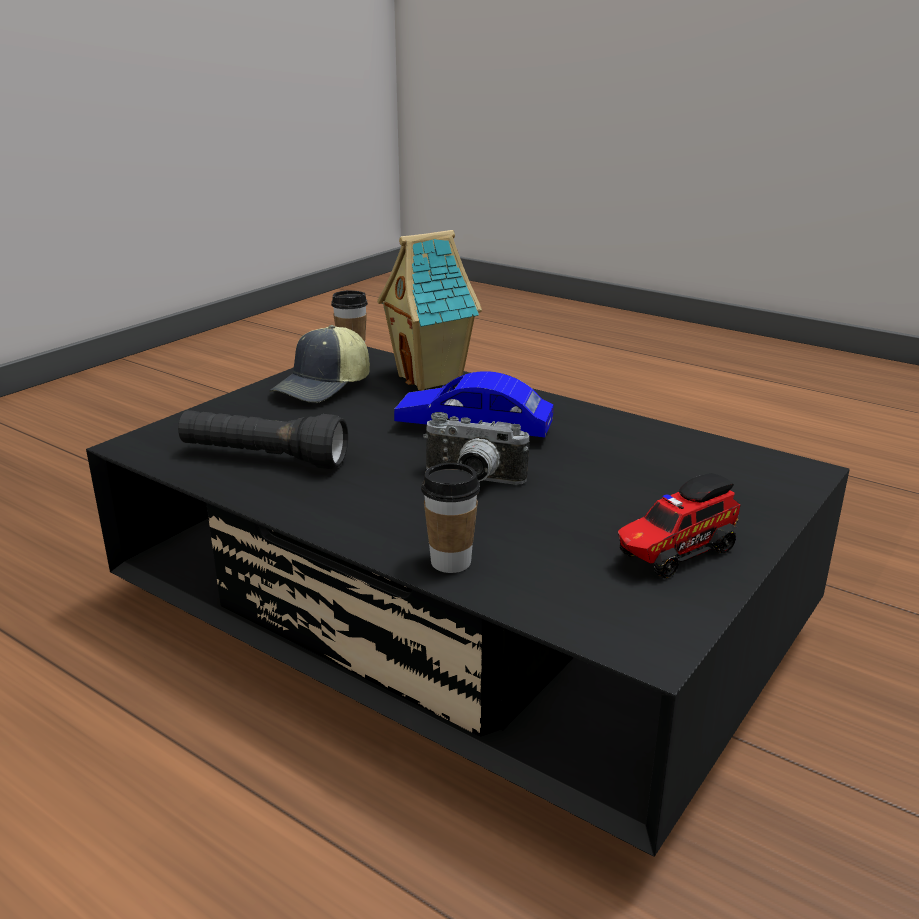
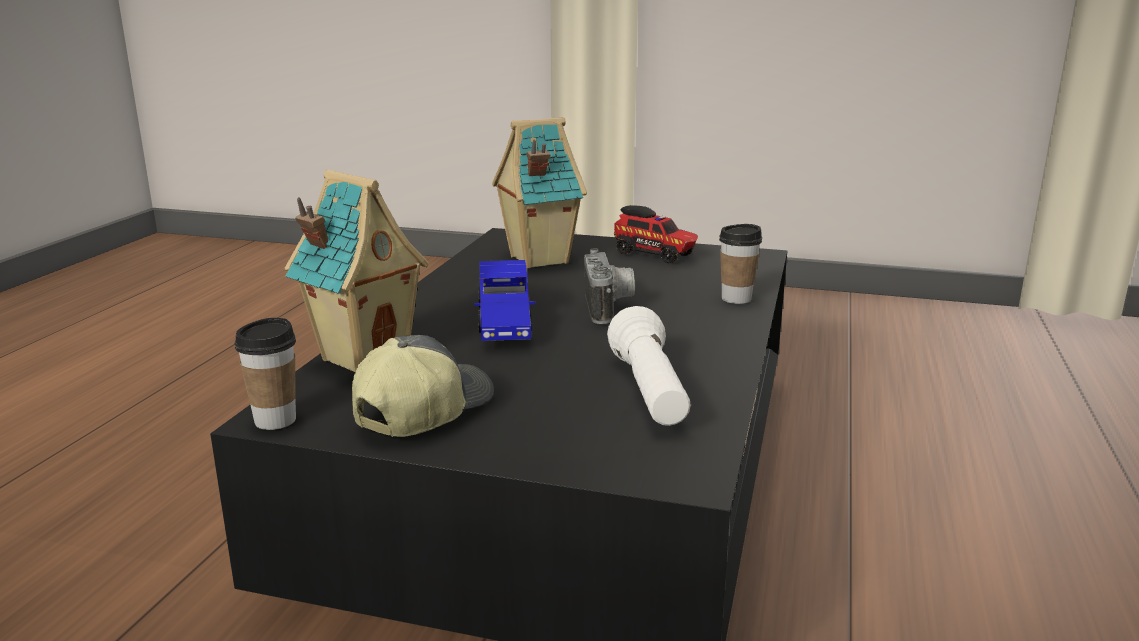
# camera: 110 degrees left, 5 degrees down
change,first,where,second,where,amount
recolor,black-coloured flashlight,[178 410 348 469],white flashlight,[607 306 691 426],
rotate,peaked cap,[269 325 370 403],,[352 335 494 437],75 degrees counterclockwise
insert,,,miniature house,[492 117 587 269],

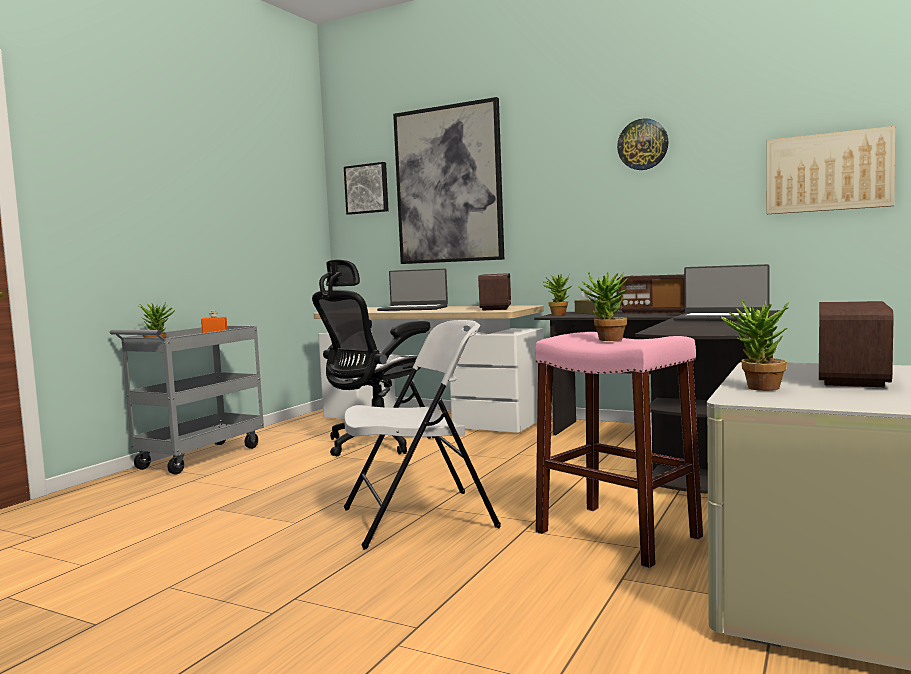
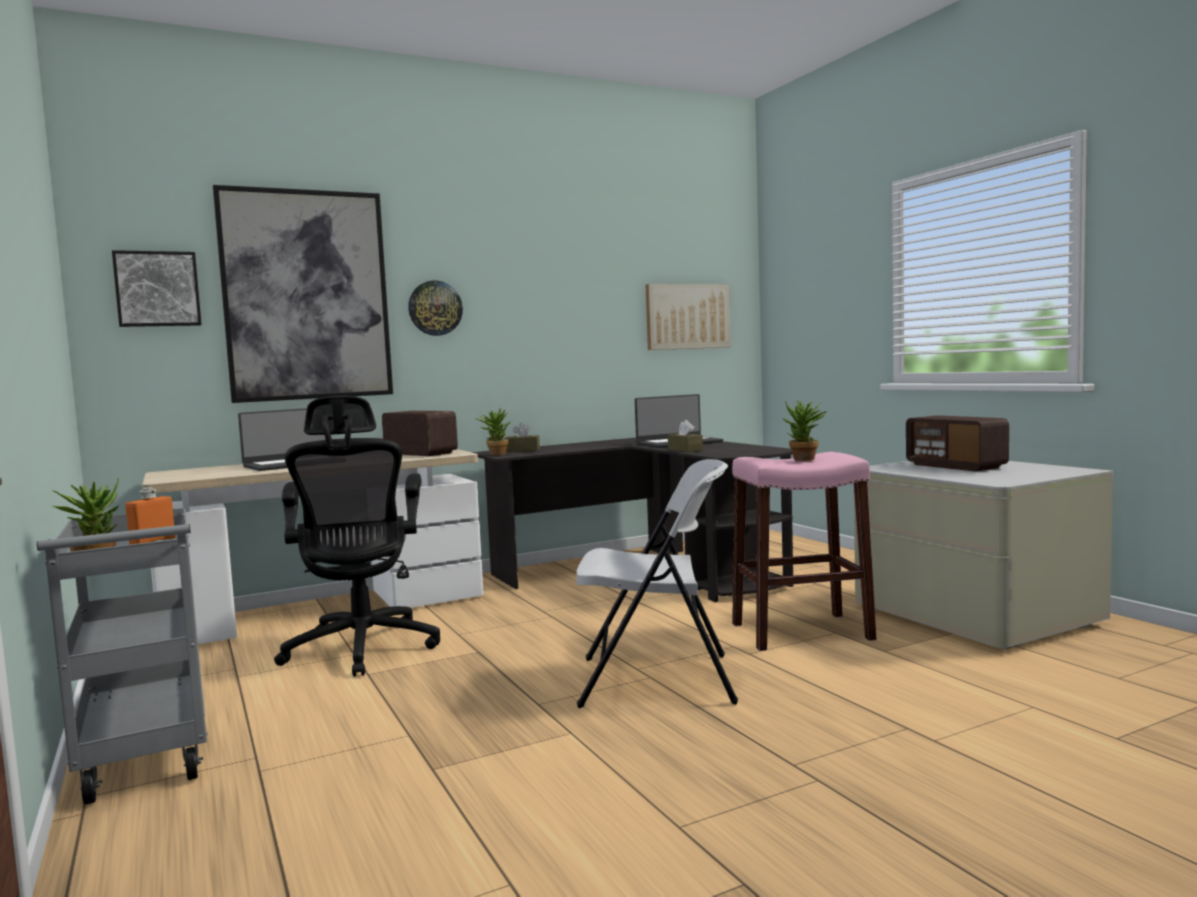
# camera: 55 degrees left, 0 degrees up
change,first,where,second,where,amount
rotate,white chair,[344 320 501 550],,[576 459 738 708],75 degrees clockwise
delete,radio receiver,[616 274 685 313],,,
move,wall clock,[617 118 668 170],,[408 281 463 336],
delete,plant in a pot,[720 300 789 391],,,
insert,,,brown-coloured tissue holder,[668 420 703 452],

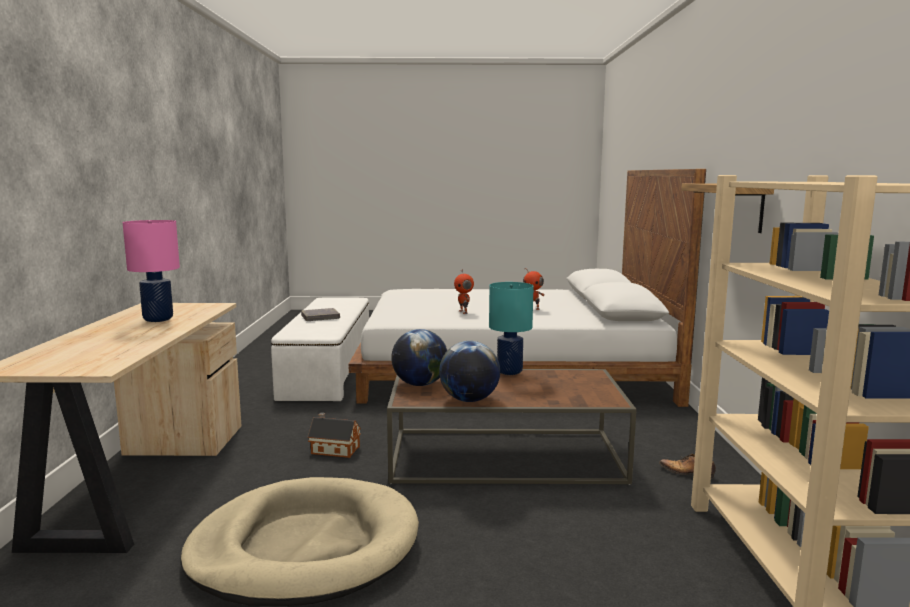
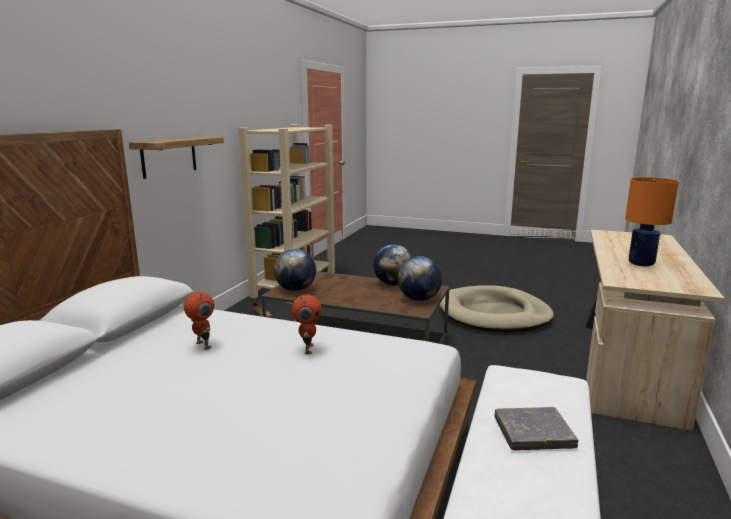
# camera: 160 degrees left, 5 degrees up
change,first,where,second,where,amount
recolor,pinkish table lamp,[123 220 180 322],orange table lamp,[625 177 679 267],
delete,miniature house,[308 413 361 458],,,
delete,turquoise table lamp,[489 282 534 375],,,
insert,,,globe,[274 249 316 291],

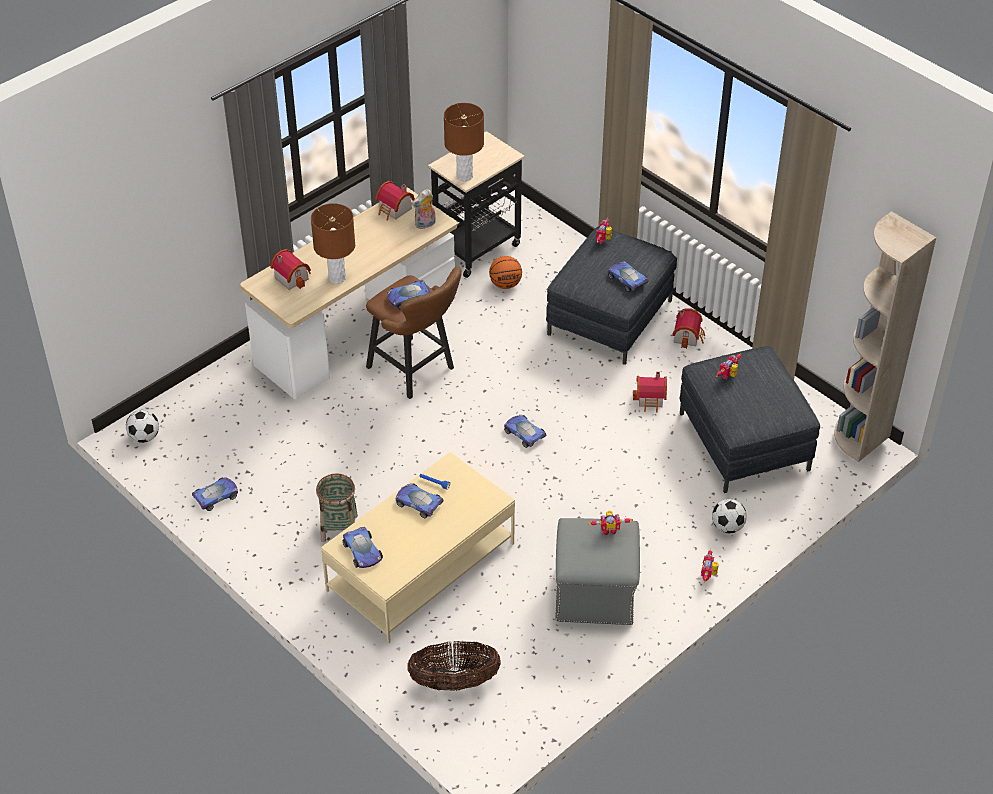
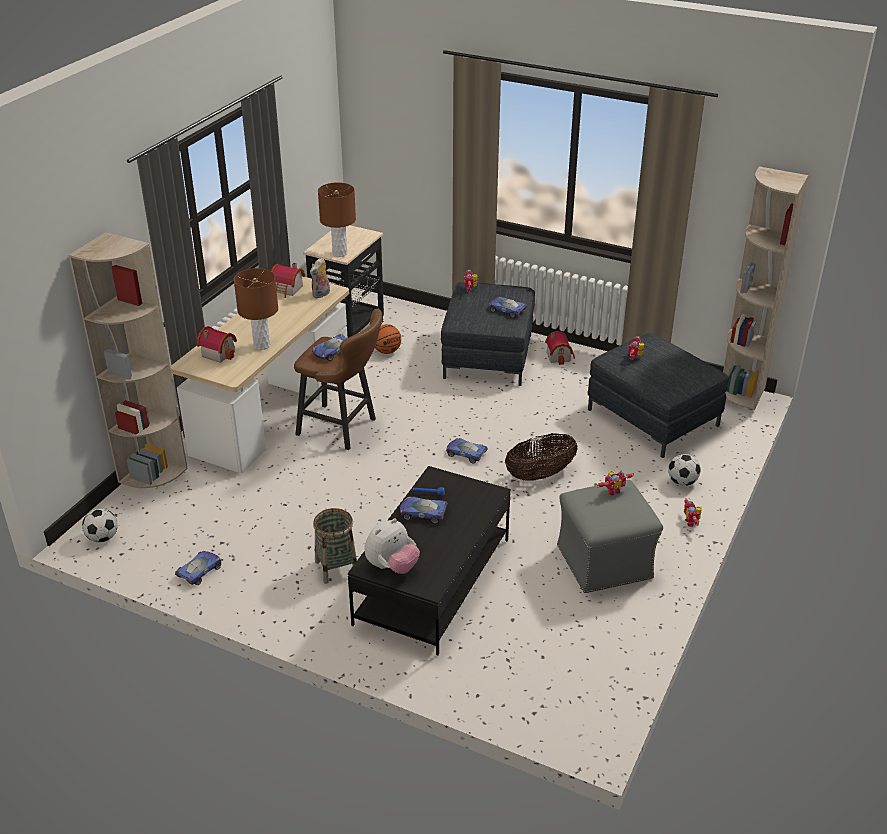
# camera: 20 degrees left, 10 degrees down
change,first,where,second,where,amount
recolor,beige-coloured low table,[321 452 515 643],black-coloured low table,[348 466 511 655],
replace,toy car,[343 527 383 568],soft toy,[365 518 420 574],
move,storage basket,[407 641 501 691],,[505 433 577 481],
delete,miniature house,[633 372 667 412],,,
insert,,,beige-coloured shelving unit,[69 232 188 489],

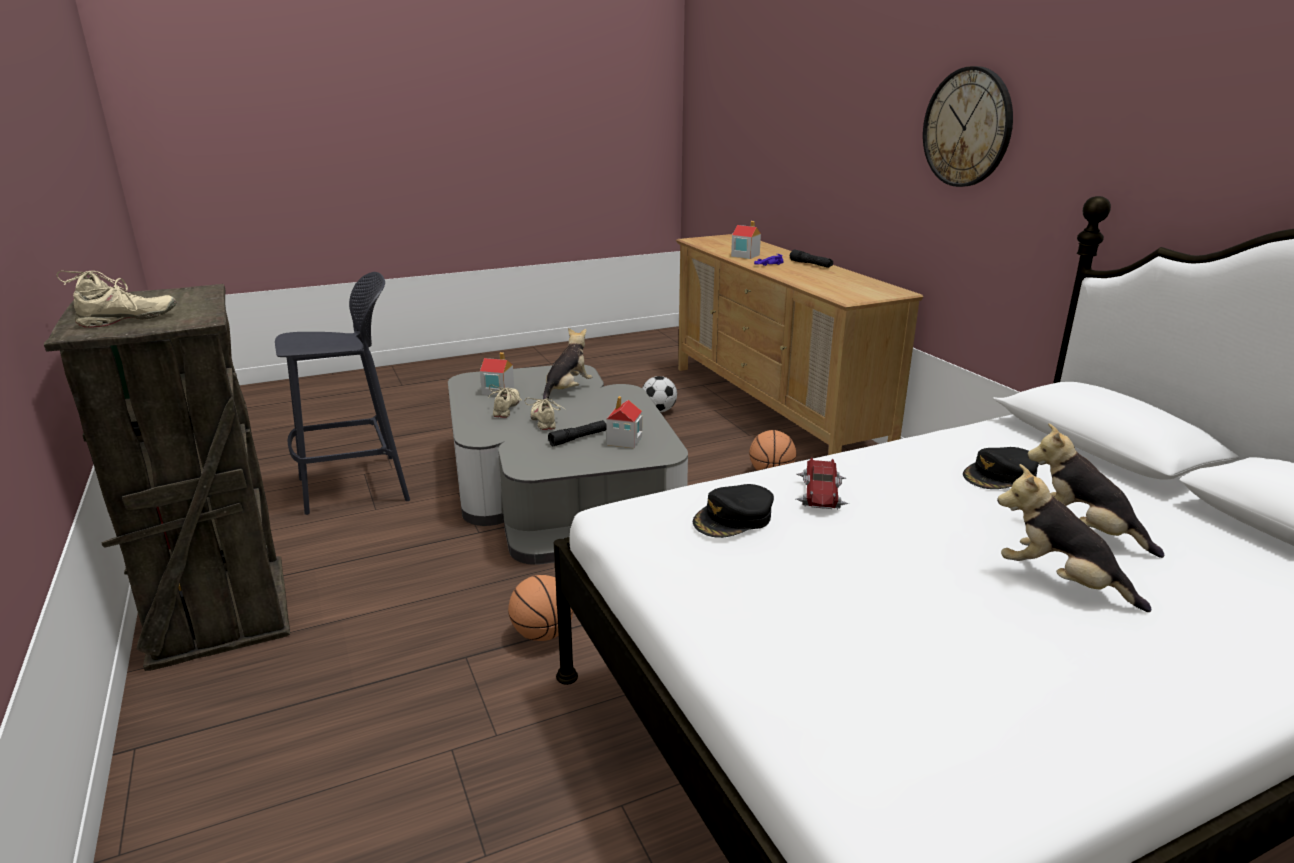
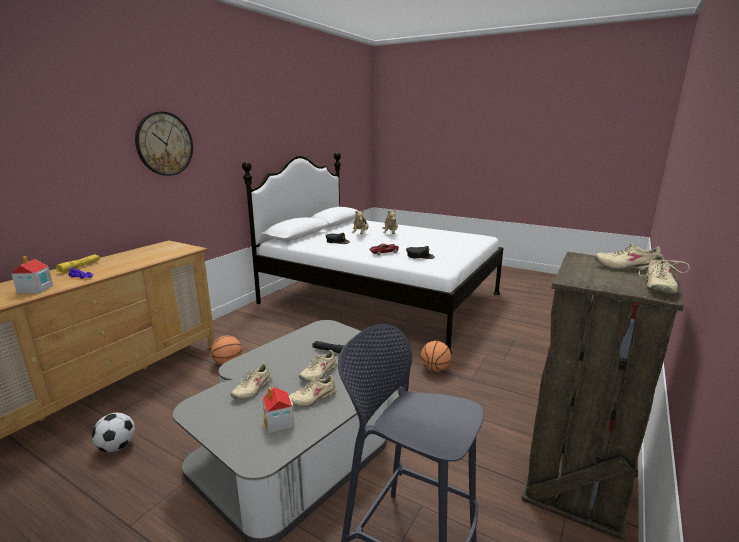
# camera: 125 degrees left, 5 degrees down
change,first,where,second,where,amount
replace,soft toy,[543 328 592 399],beige-coloured low shoe,[230 363 272 399],
delete,miniature house,[606 396 643 448],,,
recolor,black-coloured flashlight,[790 249 833 268],yellow-coloured flashlight,[56 254 100 274],

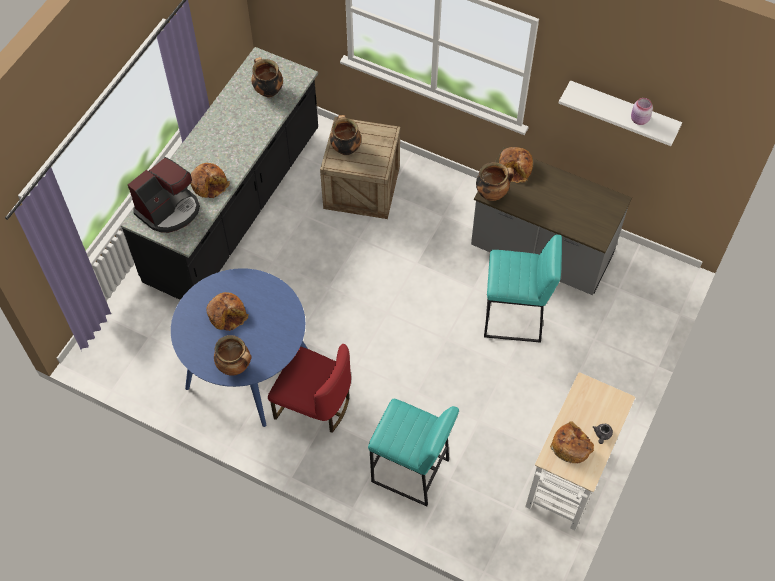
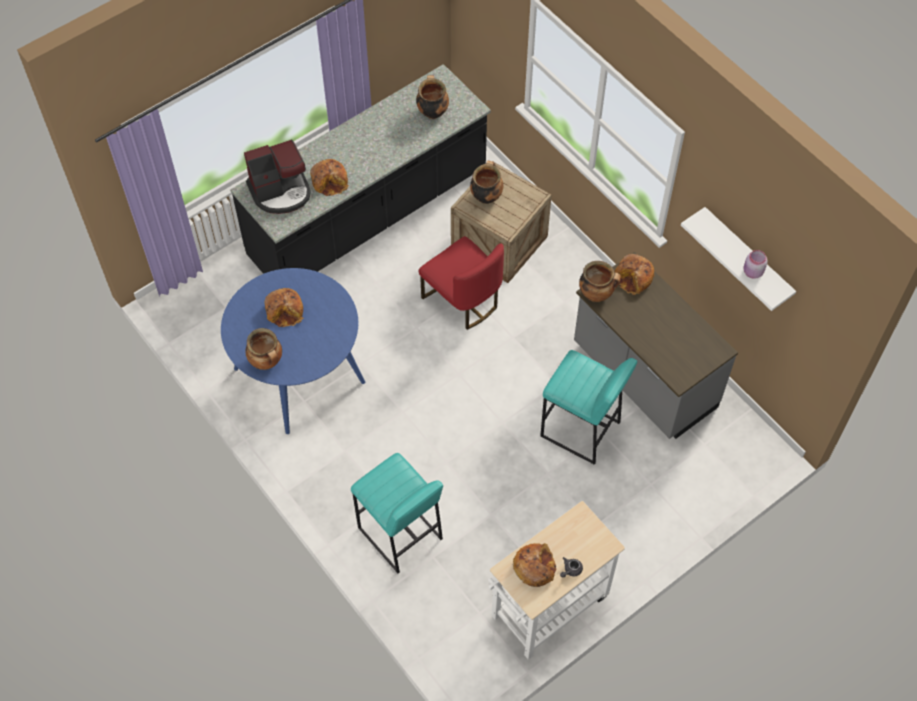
# camera: 25 degrees right, 0 degrees up
change,first,where,second,where,amount
move,reddish chair,[268 344 351 433],,[419 236 504 330],

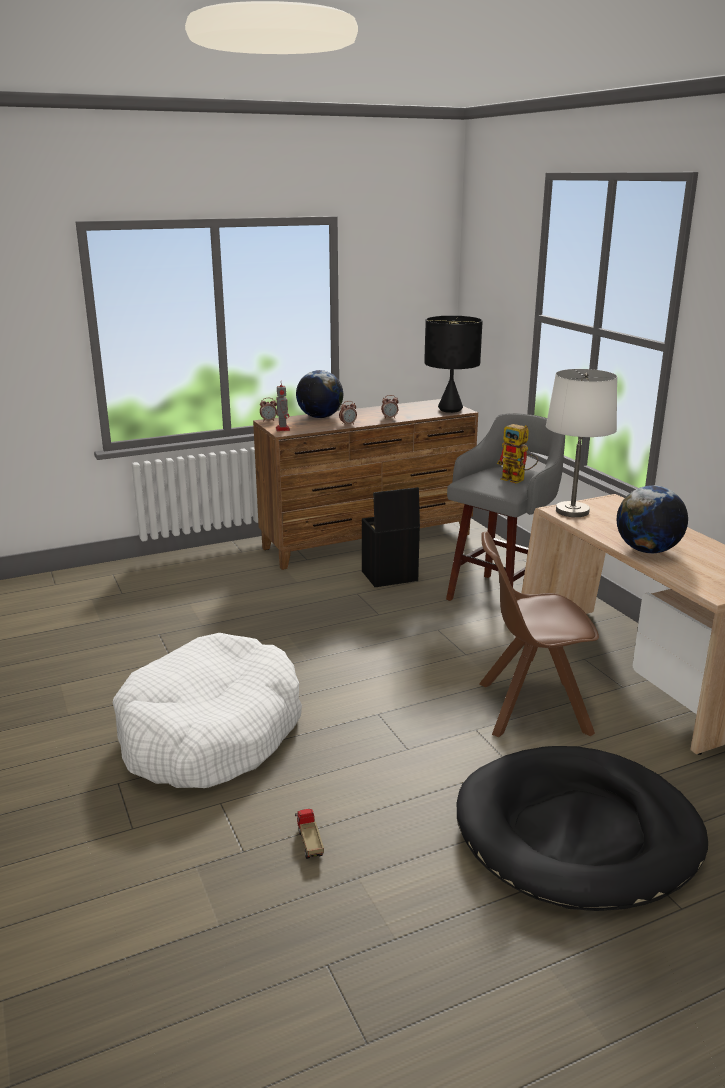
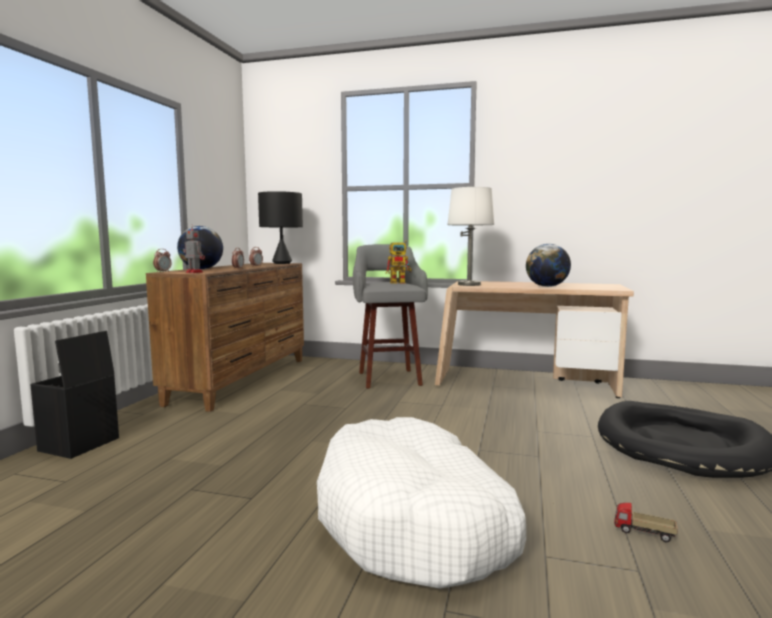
# camera: 50 degrees left, 15 degrees down
change,first,where,second,where,amount
move,black-coloured storage container,[362 487 420 587],,[30 331 119 459],
delete,brown-coloured chair,[479 531 599 737],,,

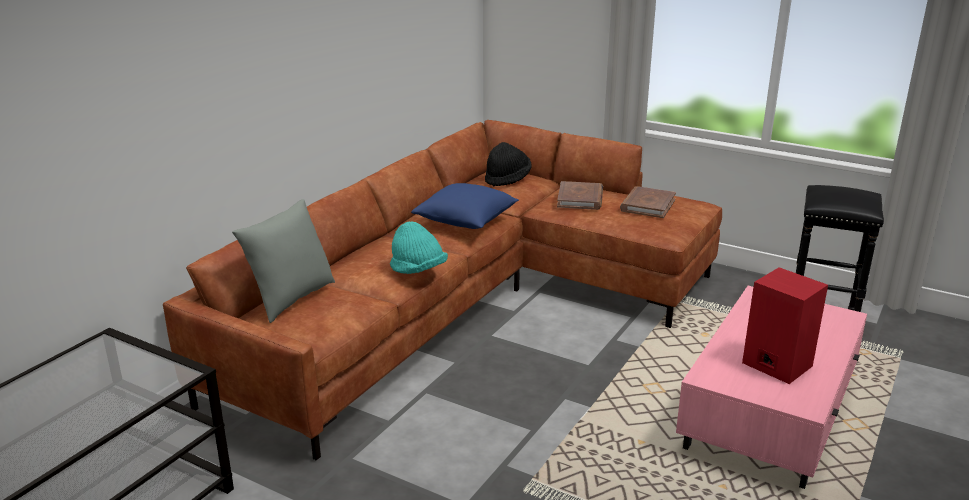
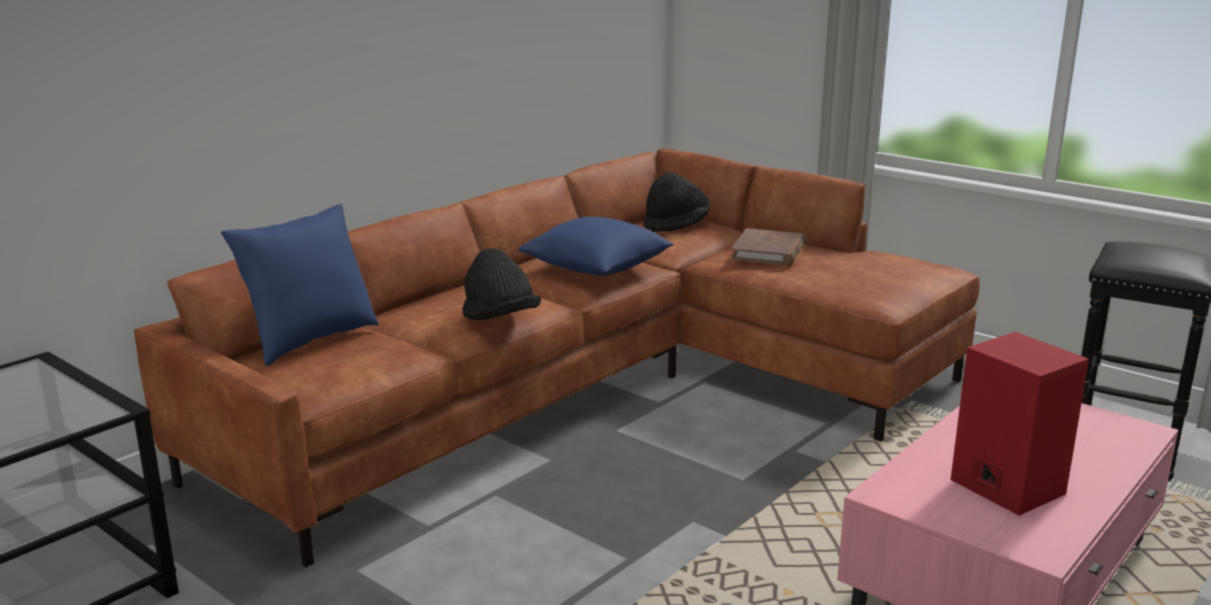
# camera: 10 degrees right, 5 degrees down
change,first,where,second,where,amount
recolor,grey throw pillow,[232 199 335 323],blue throw pillow,[221 204 379 366],
recolor,turquoise hat,[390 221 448 274],black-coloured hat,[462 248 541 320],
delete,brown-coloured bound book,[620 186 676 218],,,

